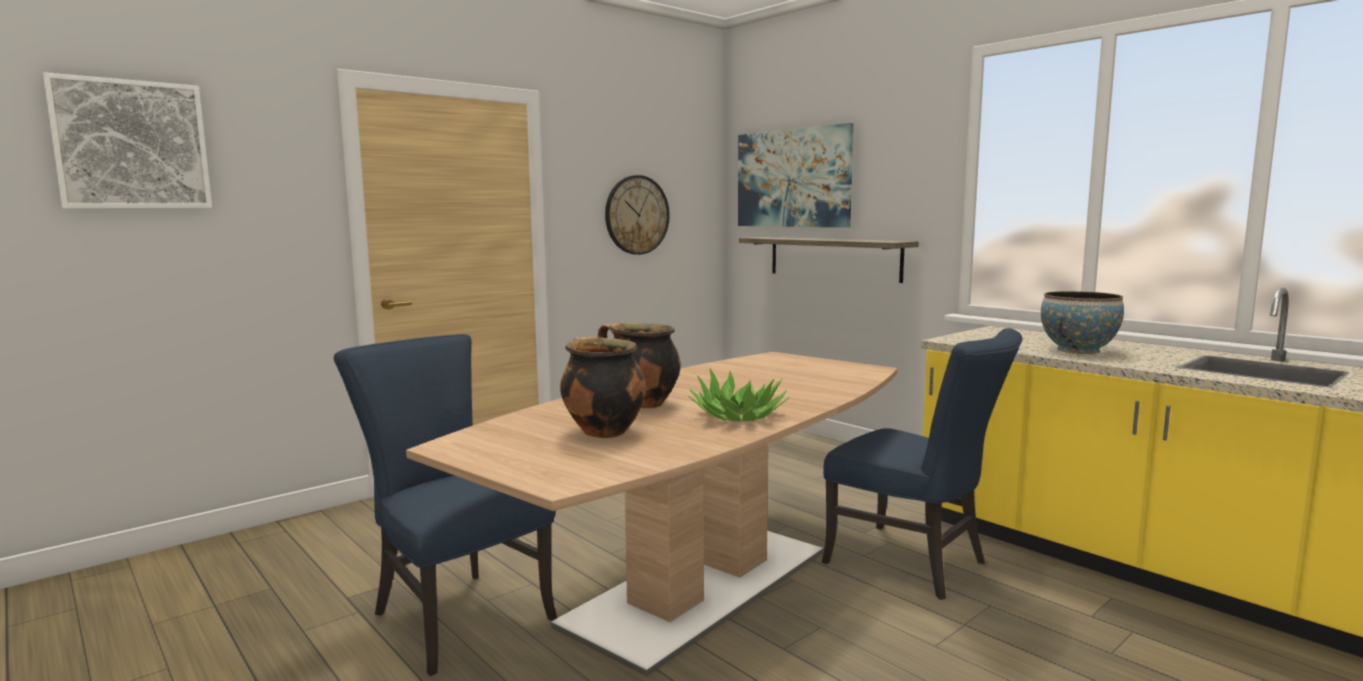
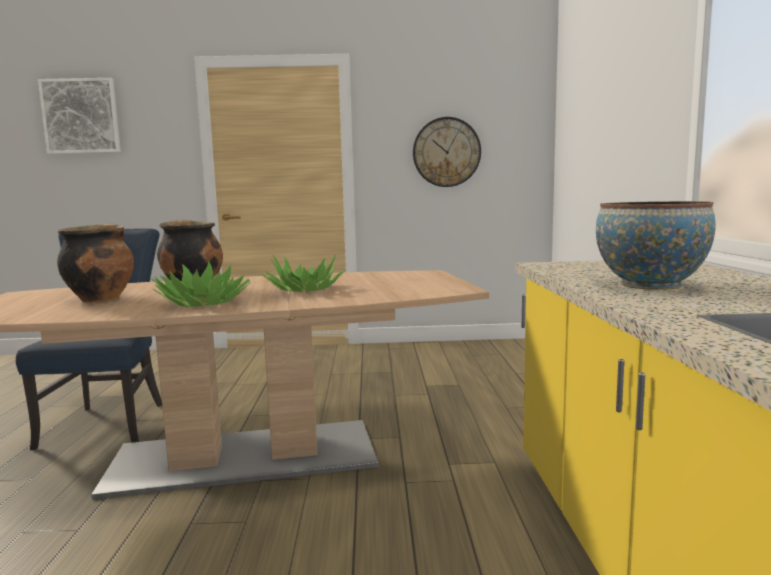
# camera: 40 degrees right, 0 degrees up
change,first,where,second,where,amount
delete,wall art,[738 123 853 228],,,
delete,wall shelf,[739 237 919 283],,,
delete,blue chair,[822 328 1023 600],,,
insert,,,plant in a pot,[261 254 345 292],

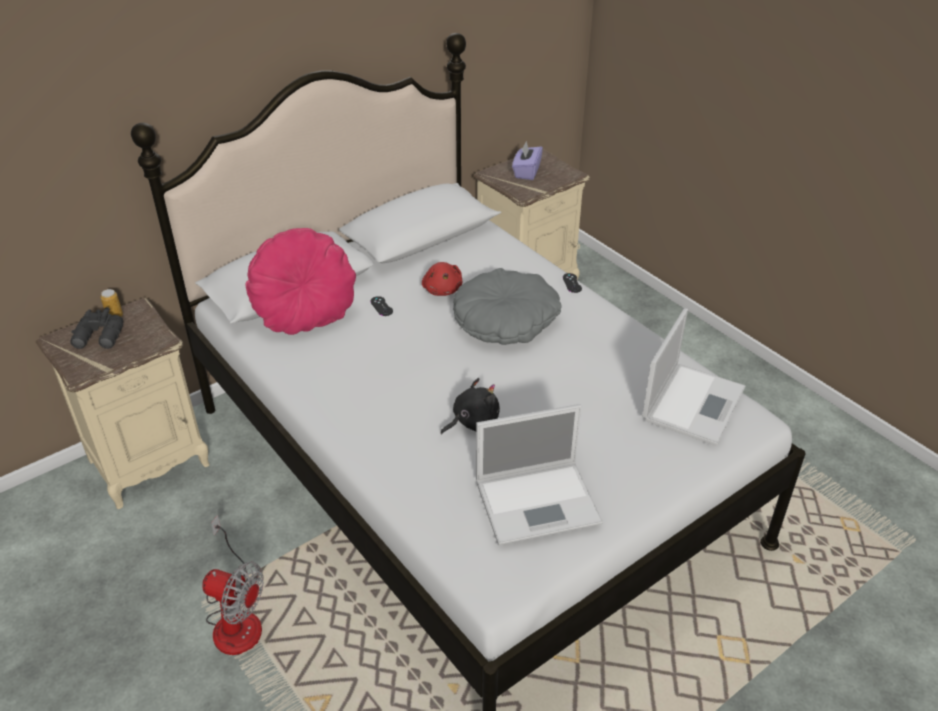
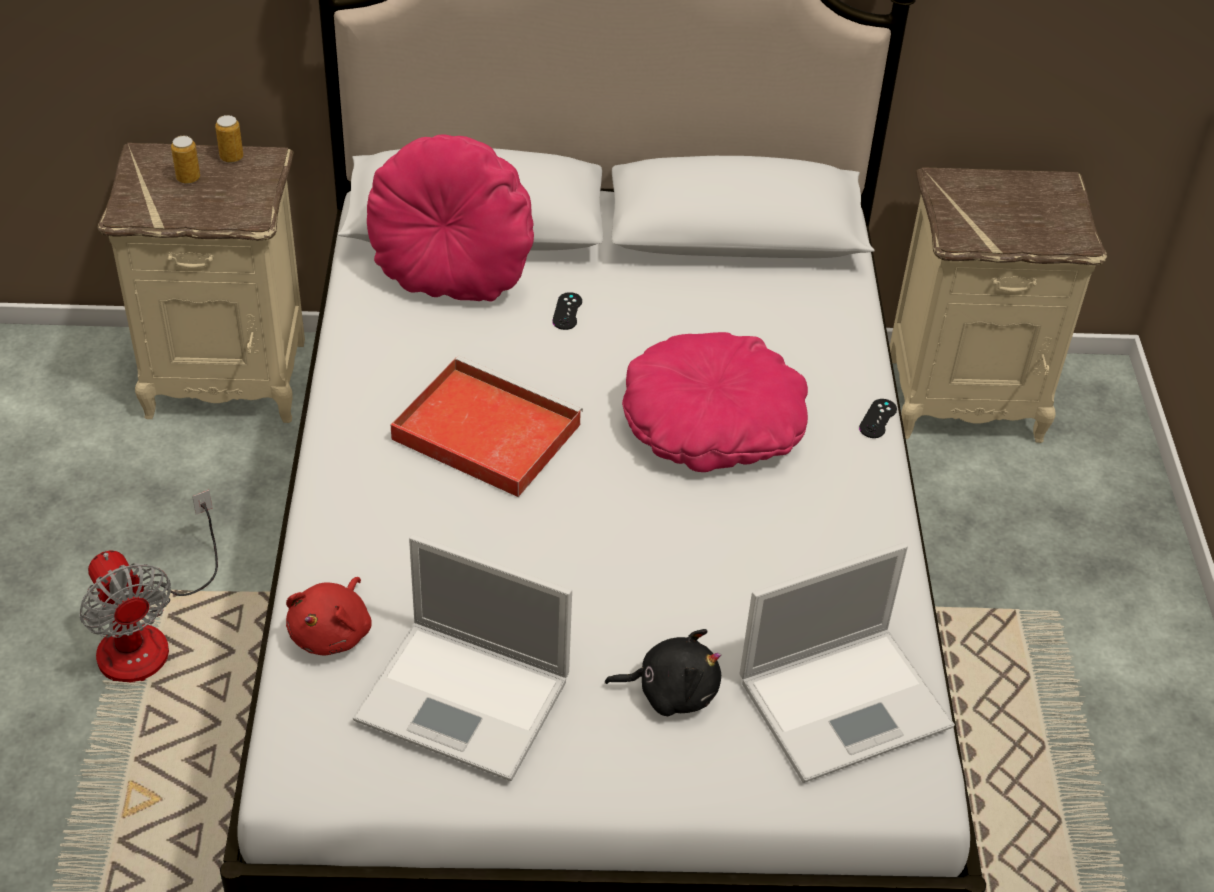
# camera: 35 degrees right, 5 degrees up
change,first,where,second,where,amount
replace,black-coloured pair of binoculars,[70 307 124 349],metal can,[171 136 200 184],
move,reddish soft toy,[422 262 462 296],,[286 577 372 655],
move,black-coloured soft toy,[441 378 500 435],,[605 629 721 716],
recolor,grey throw pillow,[453 268 562 345],pinkish throw pillow,[622 332 808 472],
delete,purple tissue holder,[512 141 543 180],,,
insert,,,reddish tray,[391 356 583 497],

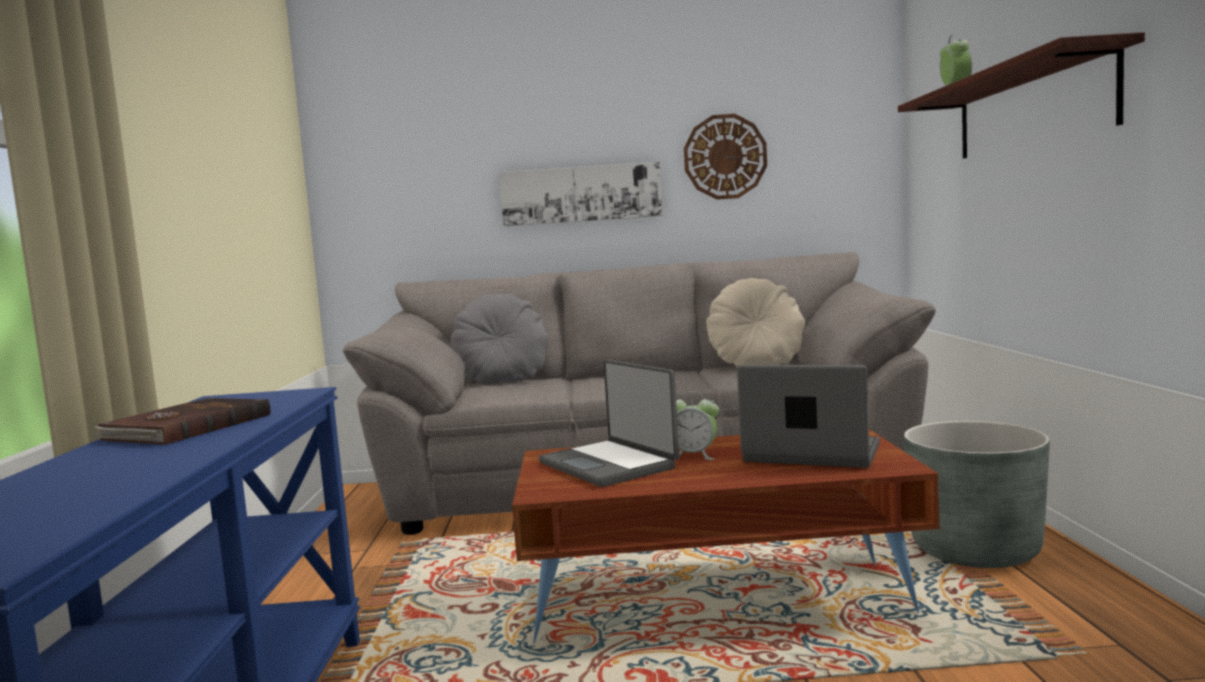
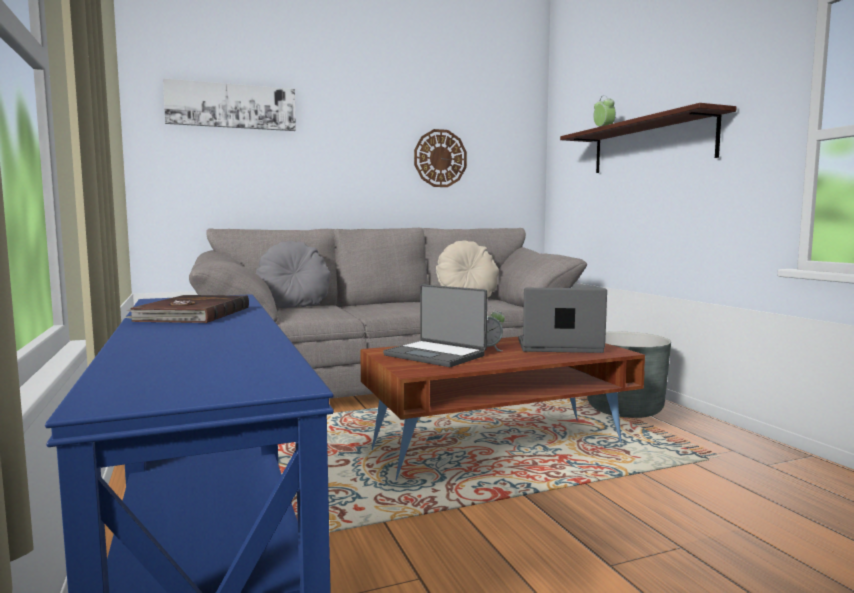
# camera: 20 degrees left, 0 degrees up
change,first,where,second,where,amount
move,wall art,[499 162 662 226],,[163 78 296 131],

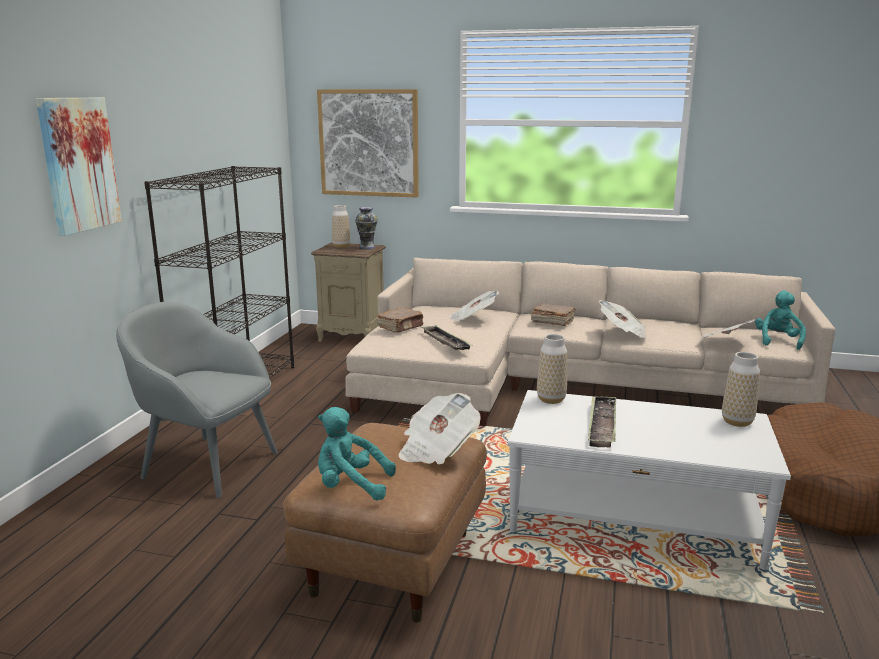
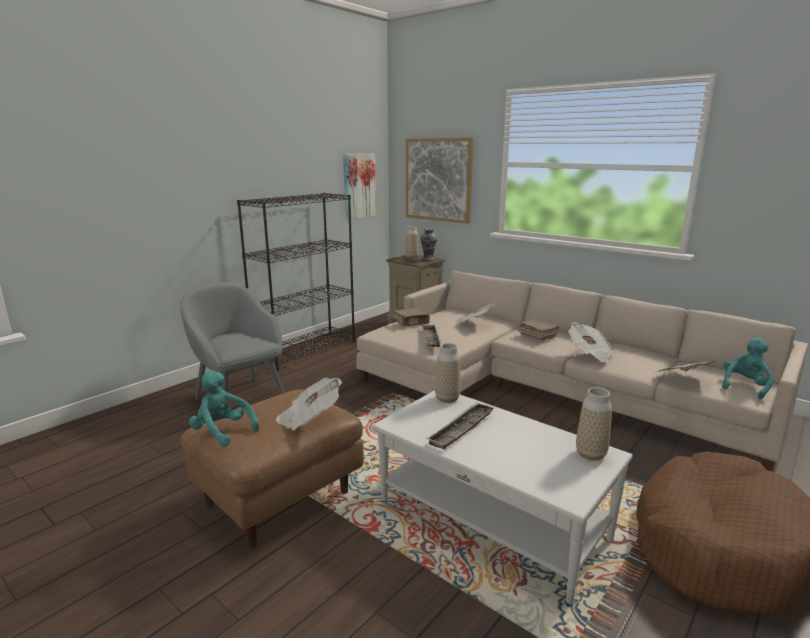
# camera: 25 degrees right, 0 degrees up
change,first,where,second,where,amount
move,wall art,[36 98 122 236],,[343 153 376 220],

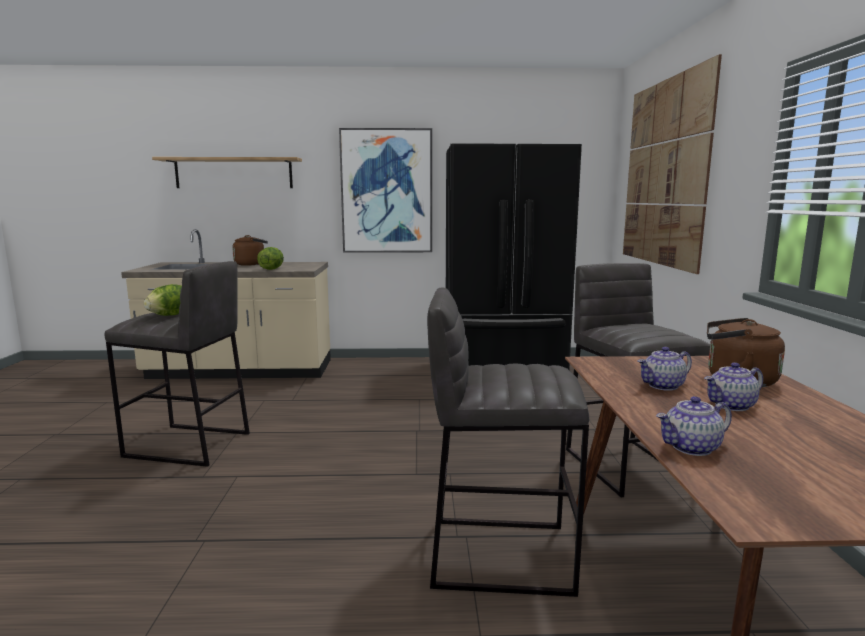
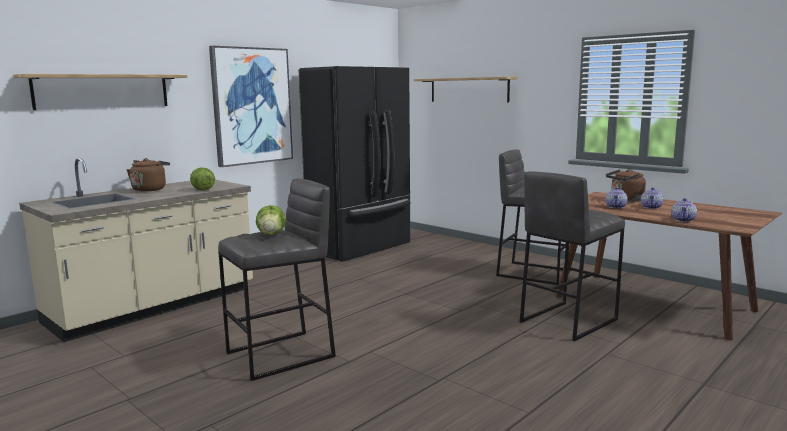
# camera: 45 degrees left, 0 degrees up
change,first,where,second,where,amount
replace,wall art,[623 54 722 274],wall shelf,[414 77 518 102],

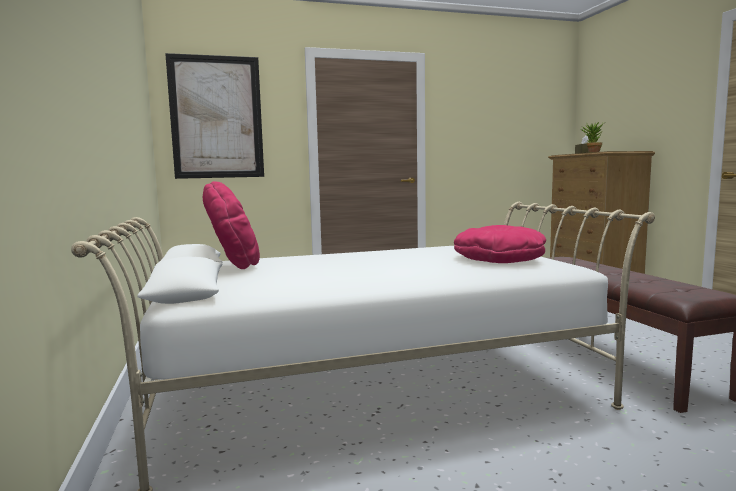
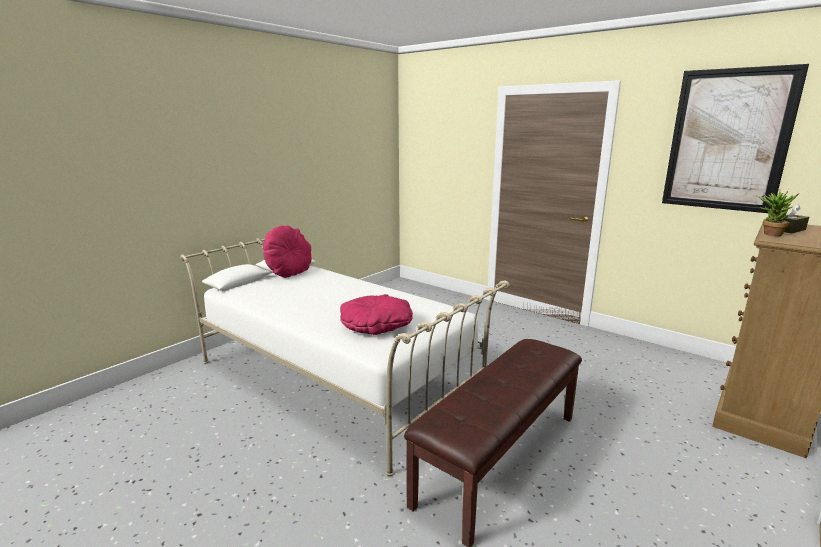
# camera: 55 degrees right, 10 degrees up
change,first,where,second,where,amount
move,wall art,[165 53 264 179],,[662 64 809 213],

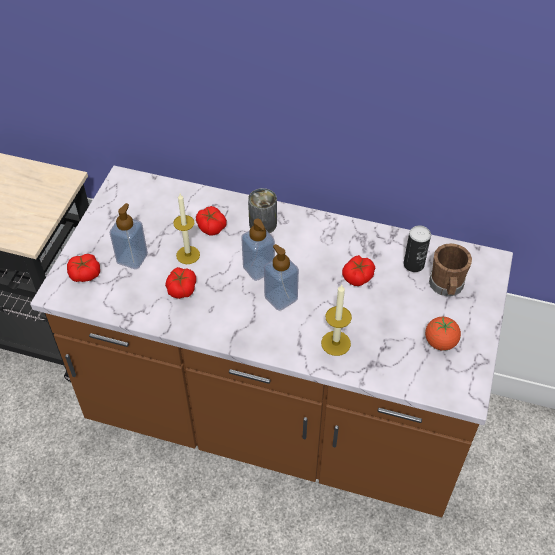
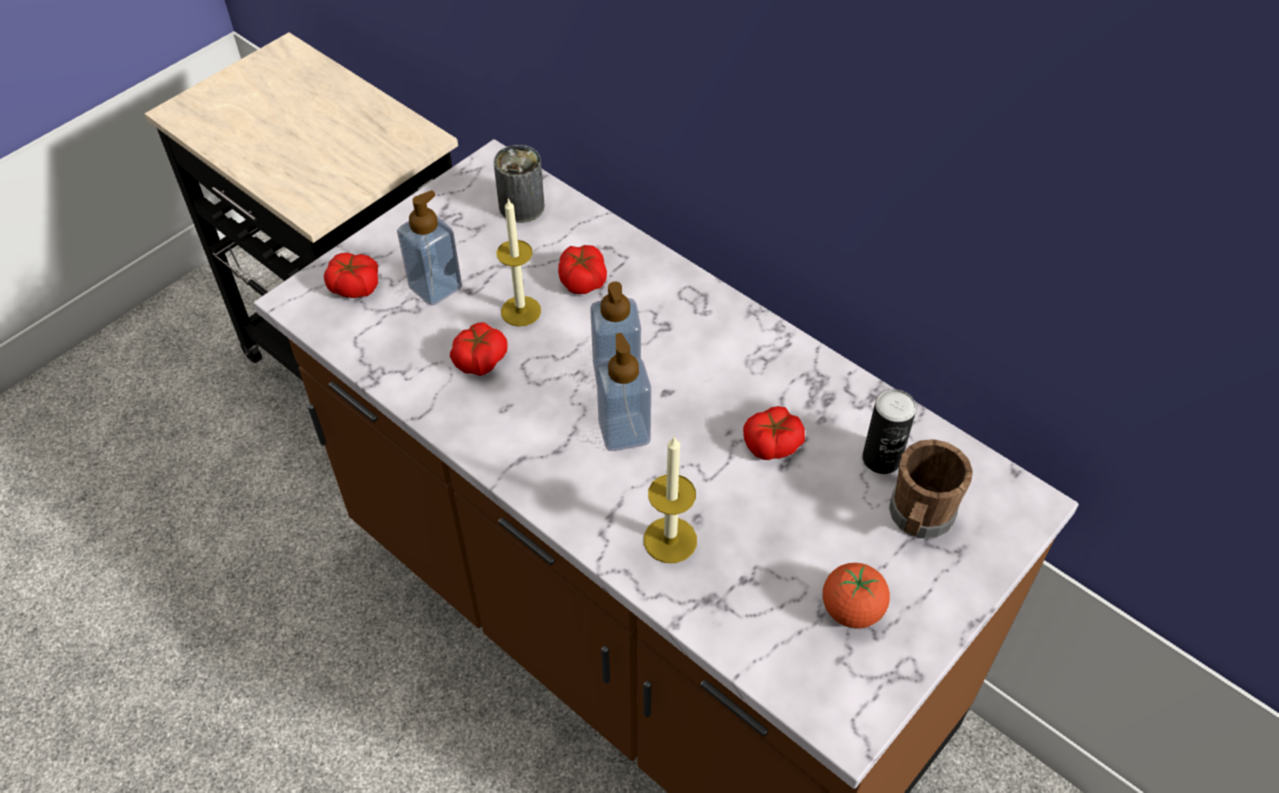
# camera: 25 degrees right, 0 degrees up
change,first,where,second,where,amount
move,metal can,[248 188 277 233],,[494 145 544 223],

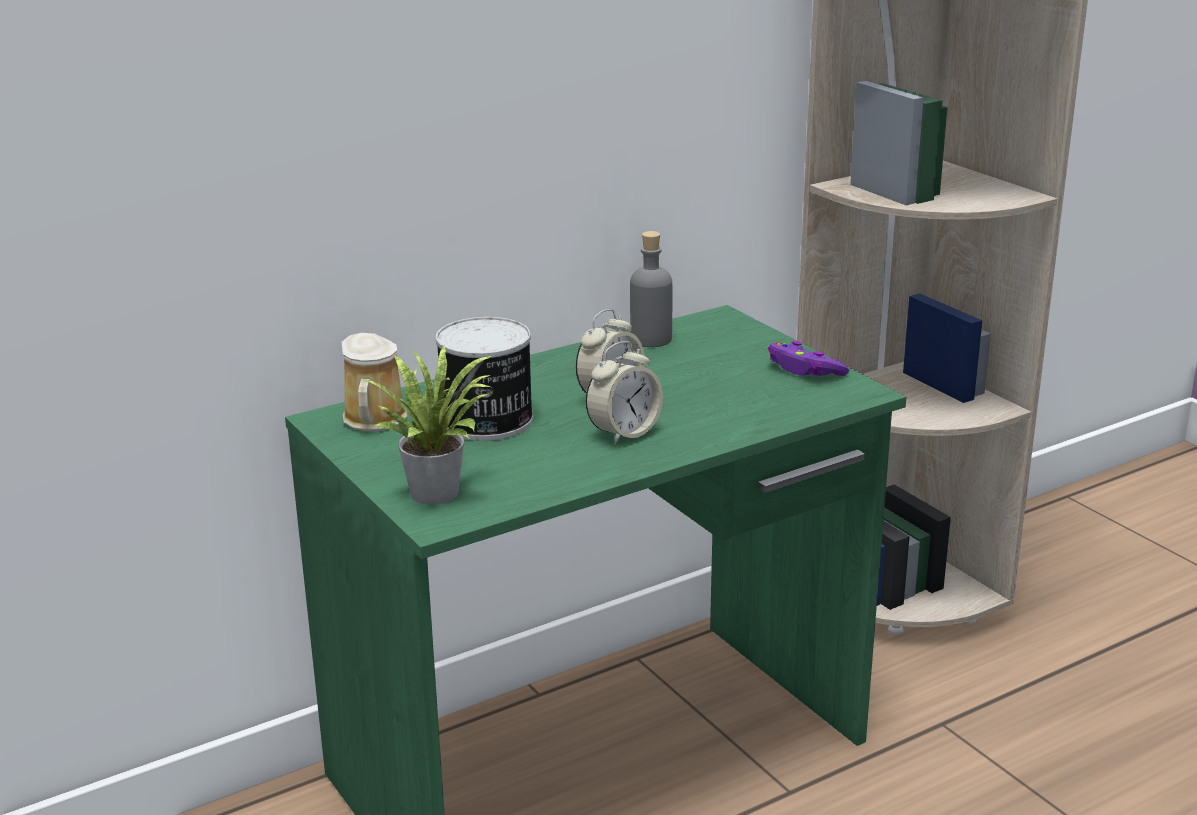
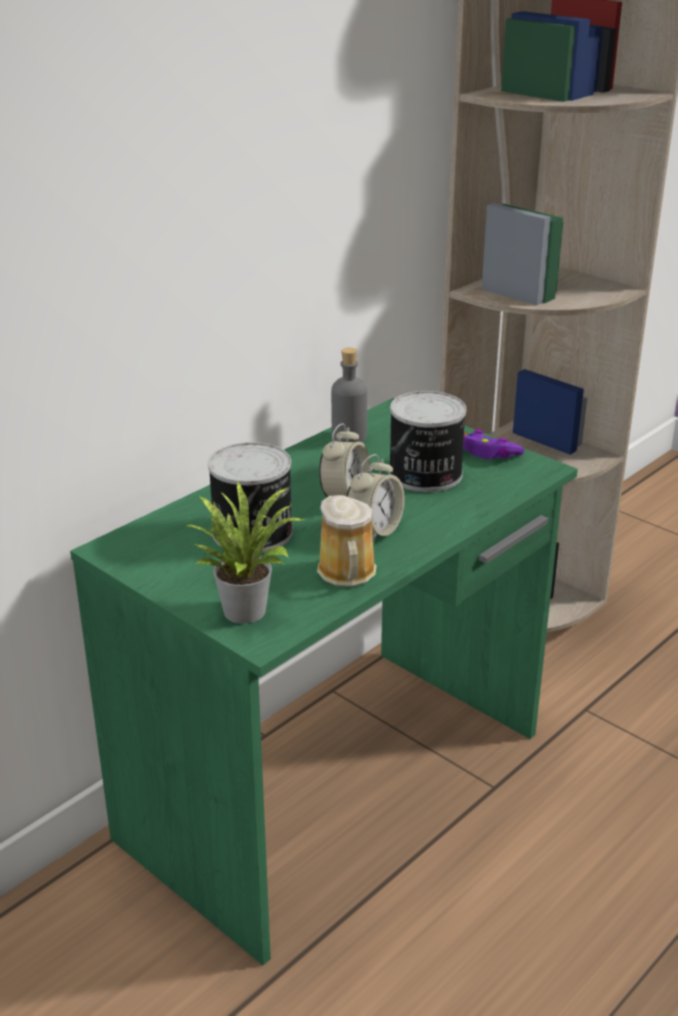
# camera: 15 degrees left, 5 degrees up
change,first,where,second,where,amount
move,coffee mug,[342 333 407 432],,[317 495 376 587],
insert,,,metal can,[389 391 466 492],

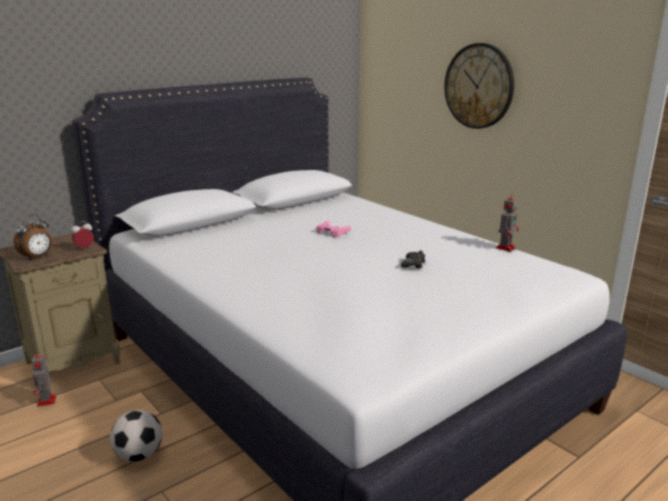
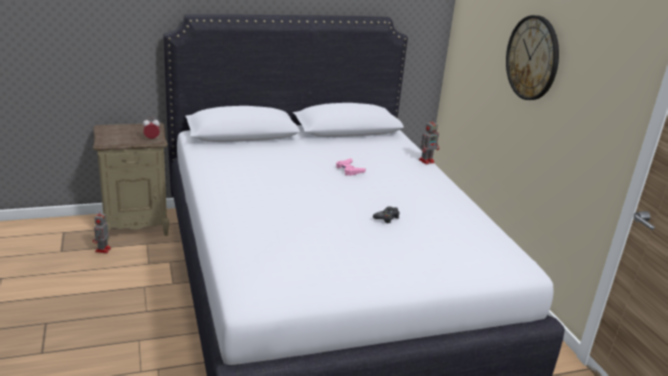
# camera: 20 degrees right, 5 degrees up
change,first,where,second,where,amount
delete,bedside clock,[13 214 52 260],,,
delete,football,[110 410 162 462],,,
move,toy robot,[496 193 519 252],,[419 118 439 165],

